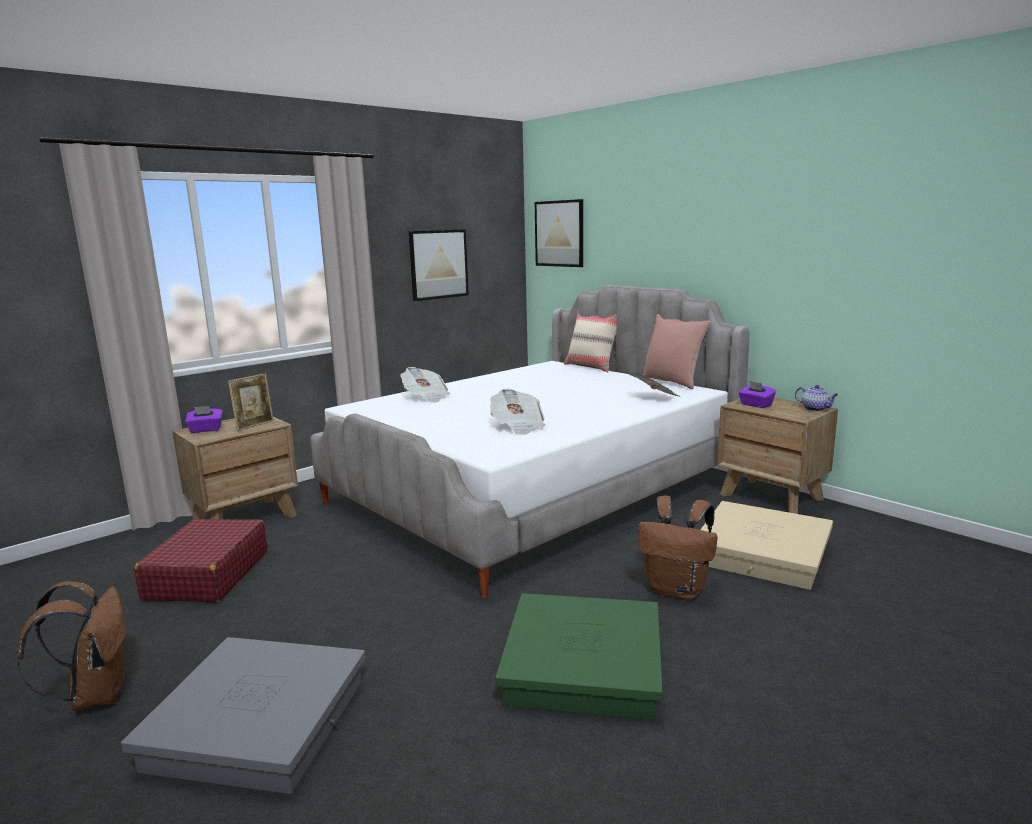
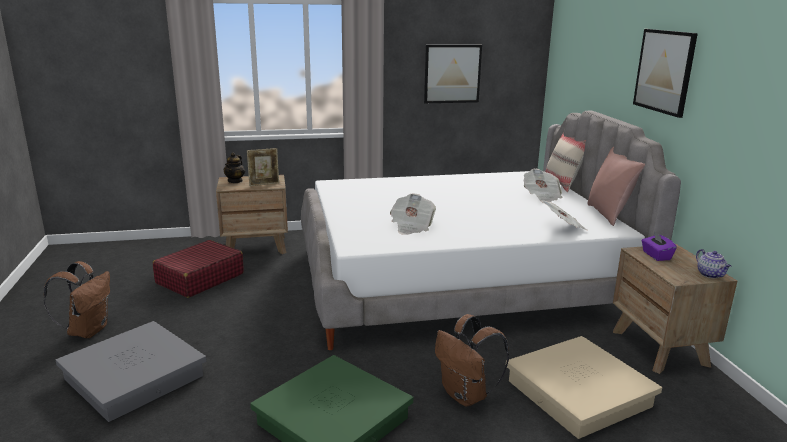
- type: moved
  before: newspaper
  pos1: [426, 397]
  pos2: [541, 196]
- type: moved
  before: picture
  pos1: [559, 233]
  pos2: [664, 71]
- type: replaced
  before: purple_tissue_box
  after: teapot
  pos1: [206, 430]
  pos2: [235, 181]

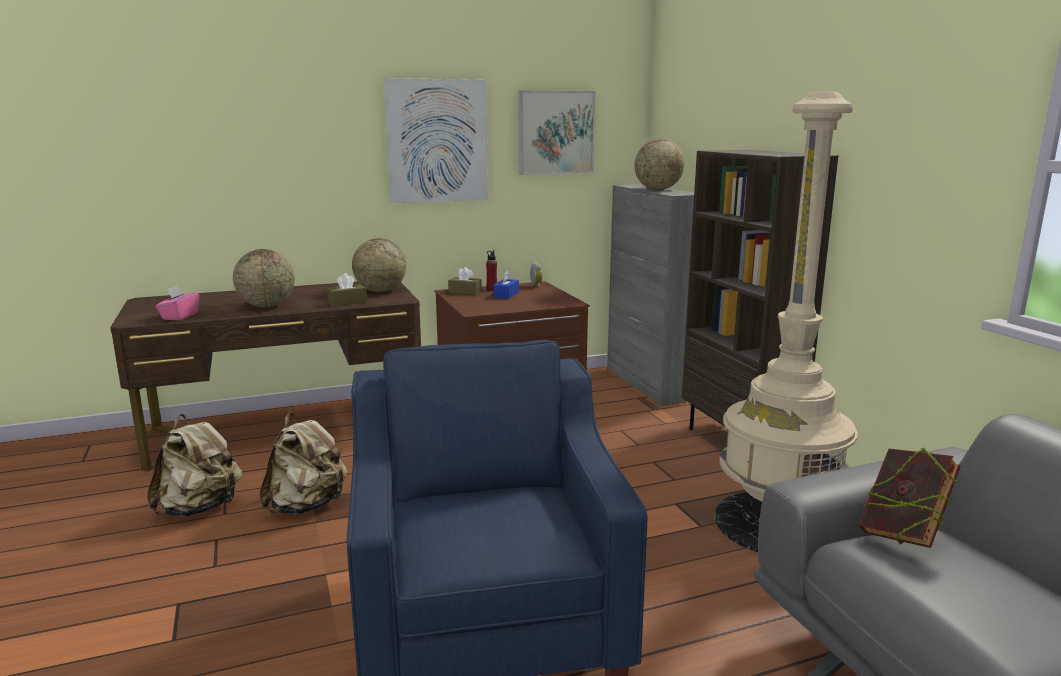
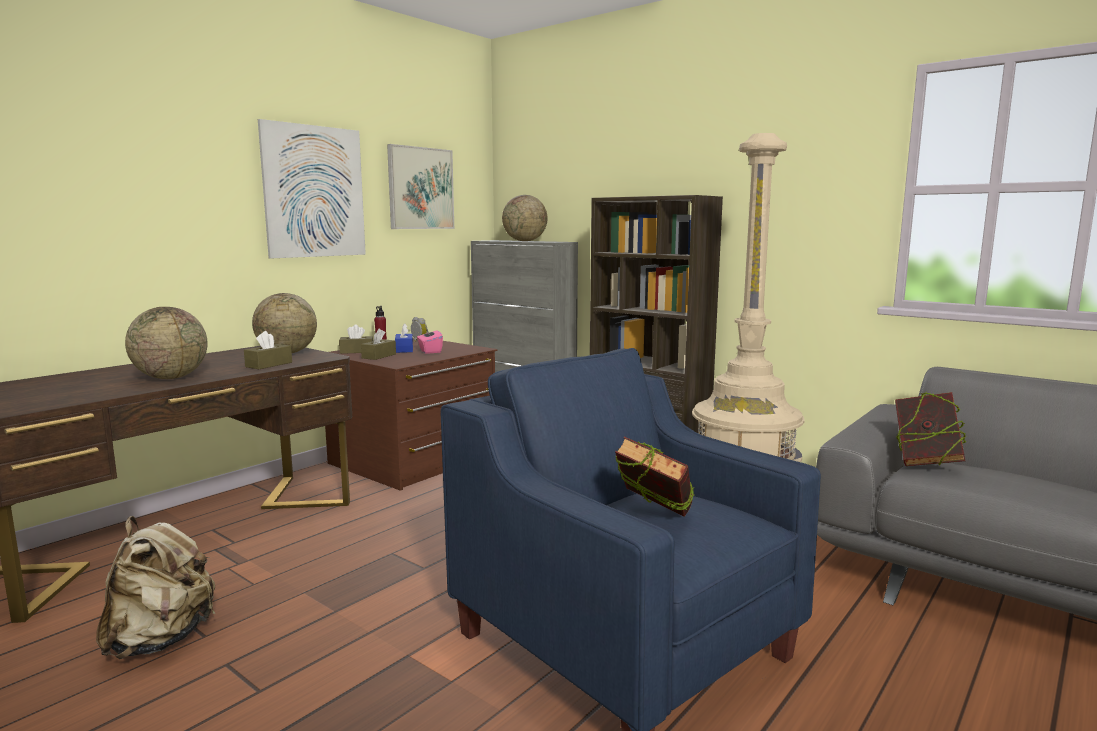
- type: removed
  before: beige_backpack
  pos1: [307, 506]
- type: added
  after: brown_tissue_box
  pos2: [379, 356]
- type: added
  after: book
  pos2: [653, 521]
- type: moved
  before: pink_tissue_box
  pos1: [179, 316]
  pos2: [430, 351]

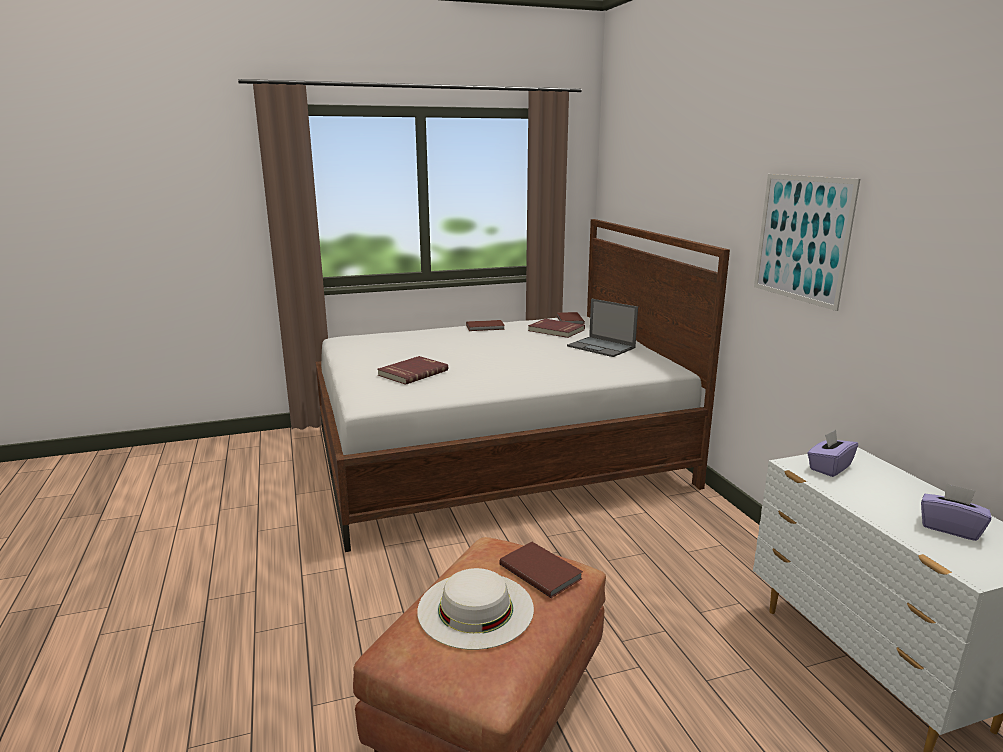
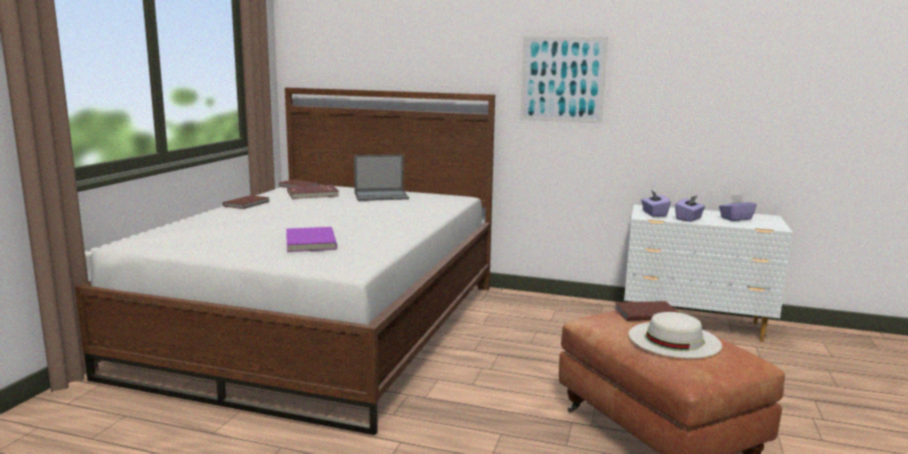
- type: added
  after: purple_tissue_box
  pos2: [689, 219]
- type: recoloured
  before: red_book
  after: purple_book
  pos1: [412, 372]
  pos2: [309, 242]

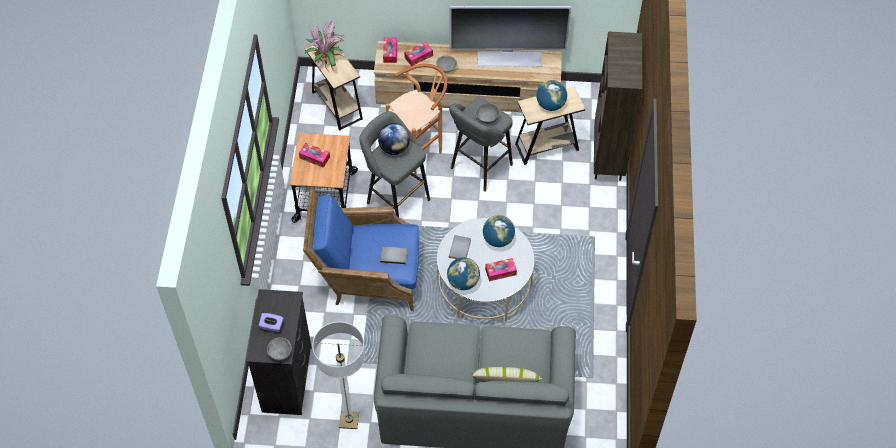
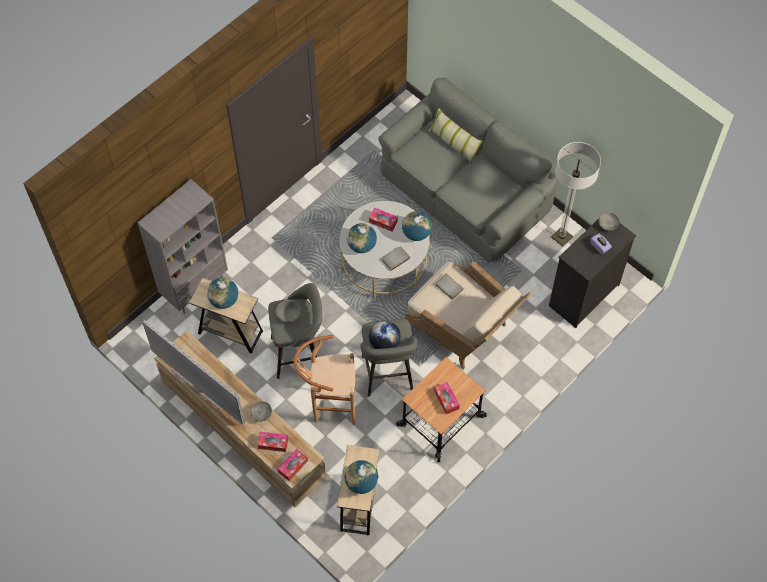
- type: replaced
  before: potted_plant
  after: globe
  pos1: [326, 60]
  pos2: [361, 483]
- type: recoloured
  before: blue_armchair
  after: beige_armchair
  pos1: [367, 275]
  pos2: [463, 330]
- type: recoloured
  before: brown_bookcase
  after: grey_bookcase
  pos1: [609, 158]
  pos2: [195, 288]

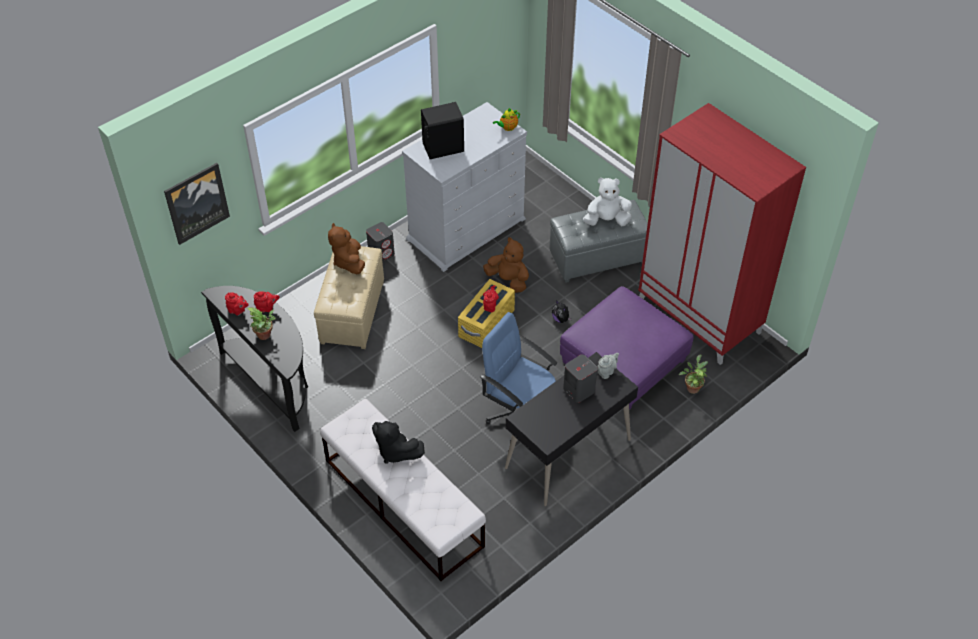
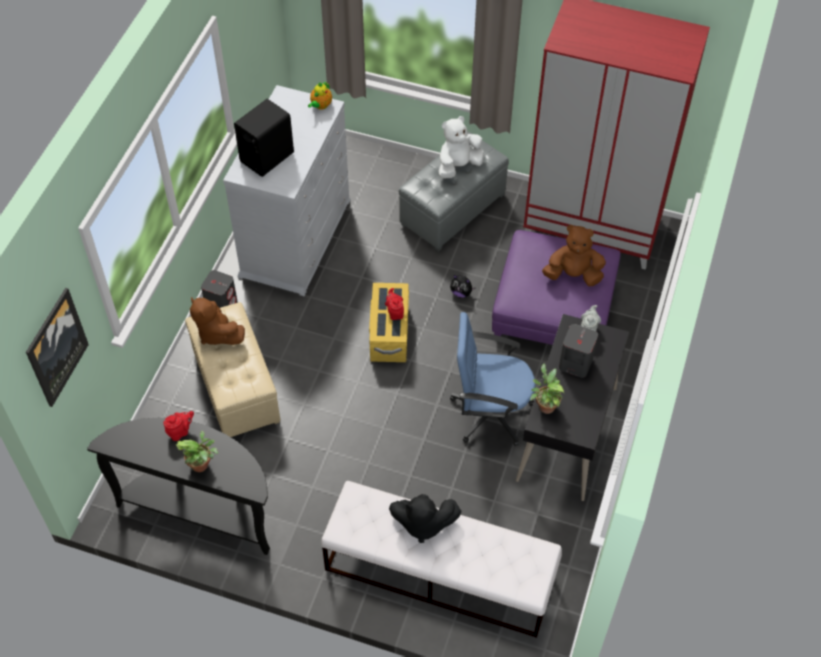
- type: removed
  before: red_teapot
  pos1: [238, 311]
- type: moved
  before: brown_plush_toy
  pos1: [508, 280]
  pos2: [573, 275]
- type: moved
  before: potted_plant
  pos1: [692, 387]
  pos2: [545, 405]

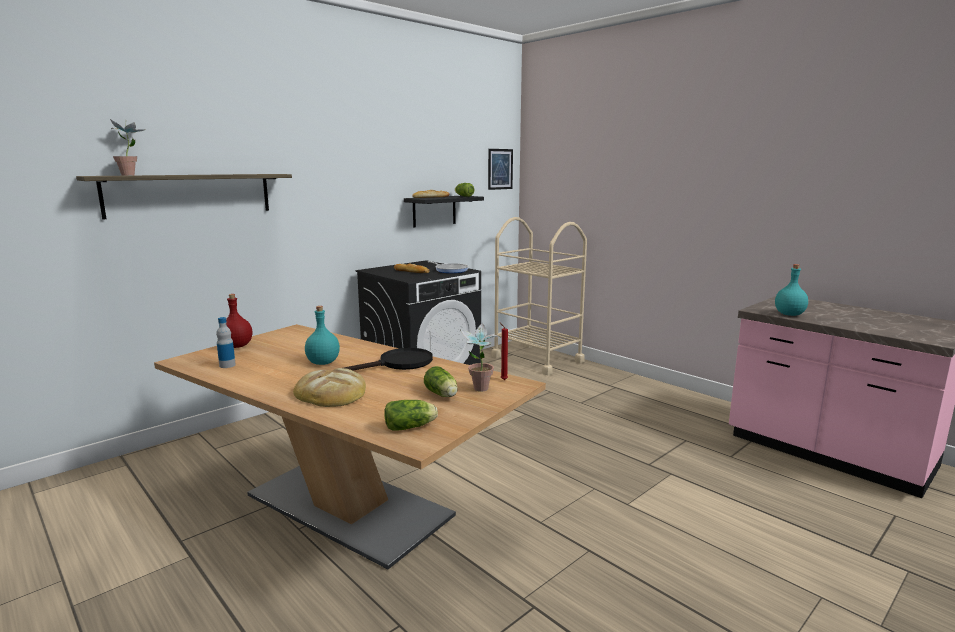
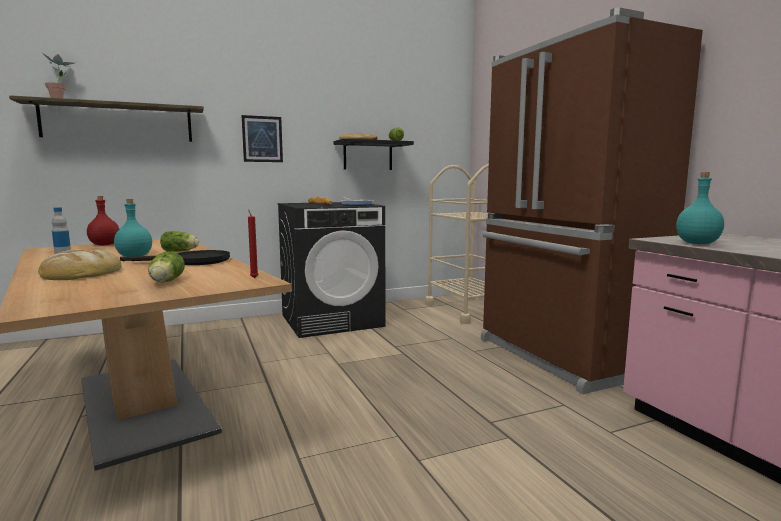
- type: removed
  before: potted_plant
  pos1: [479, 391]
- type: added
  after: brown_fridge
  pos2: [561, 357]
- type: moved
  before: lettuce
  pos1: [411, 427]
  pos2: [181, 251]
- type: moved
  before: picture
  pos1: [500, 169]
  pos2: [262, 139]

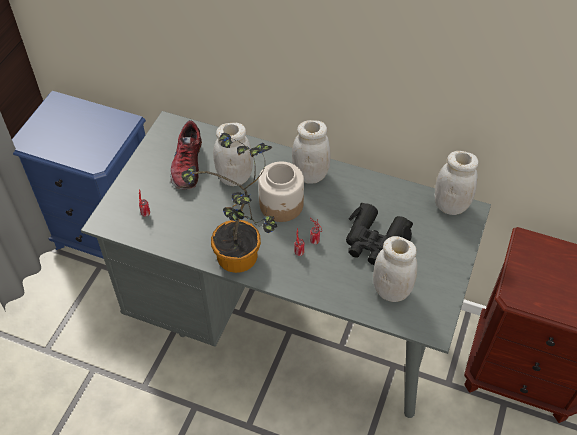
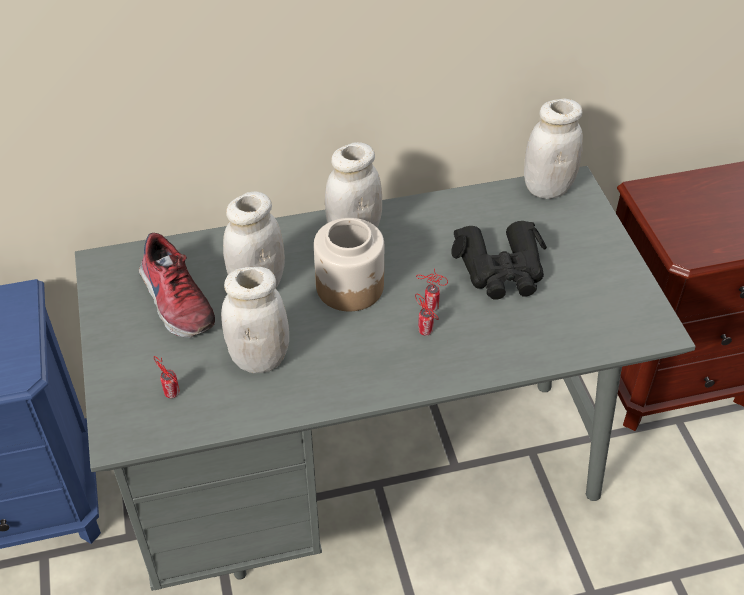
- type: removed
  before: potted_plant
  pos1: [241, 260]
- type: moved
  before: white_jar
  pos1: [391, 290]
  pos2: [259, 358]

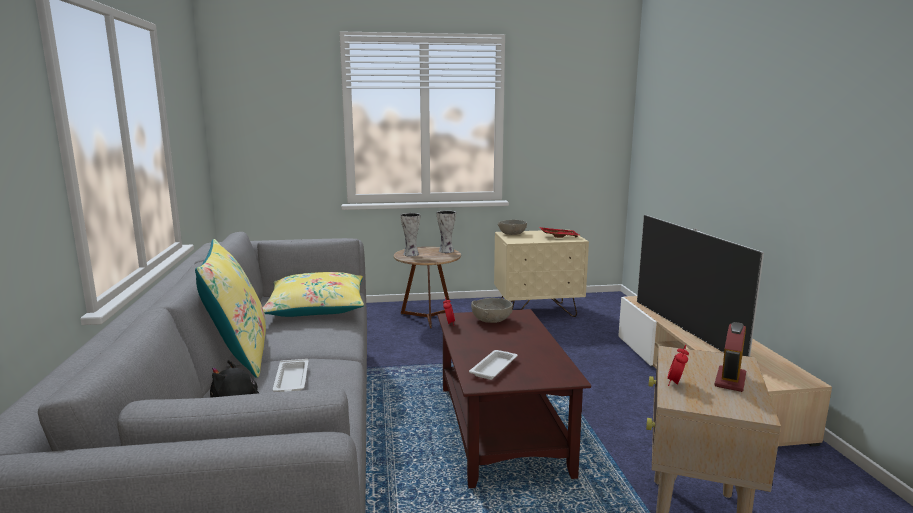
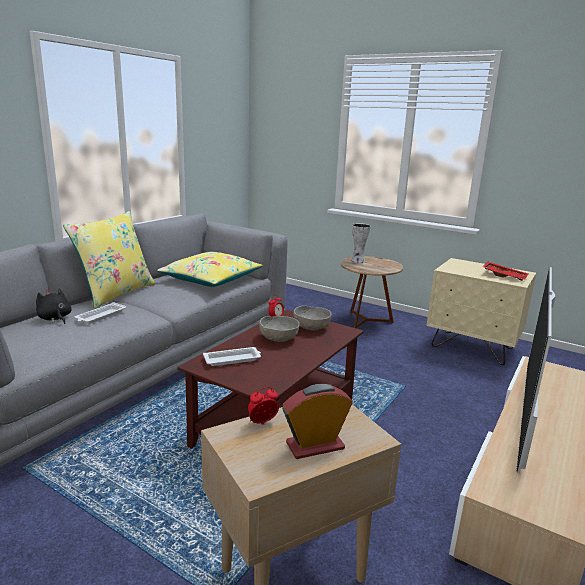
- type: removed
  before: vase
  pos1: [446, 251]
- type: moved
  before: grey_bowl
  pos1: [512, 234]
  pos2: [279, 338]

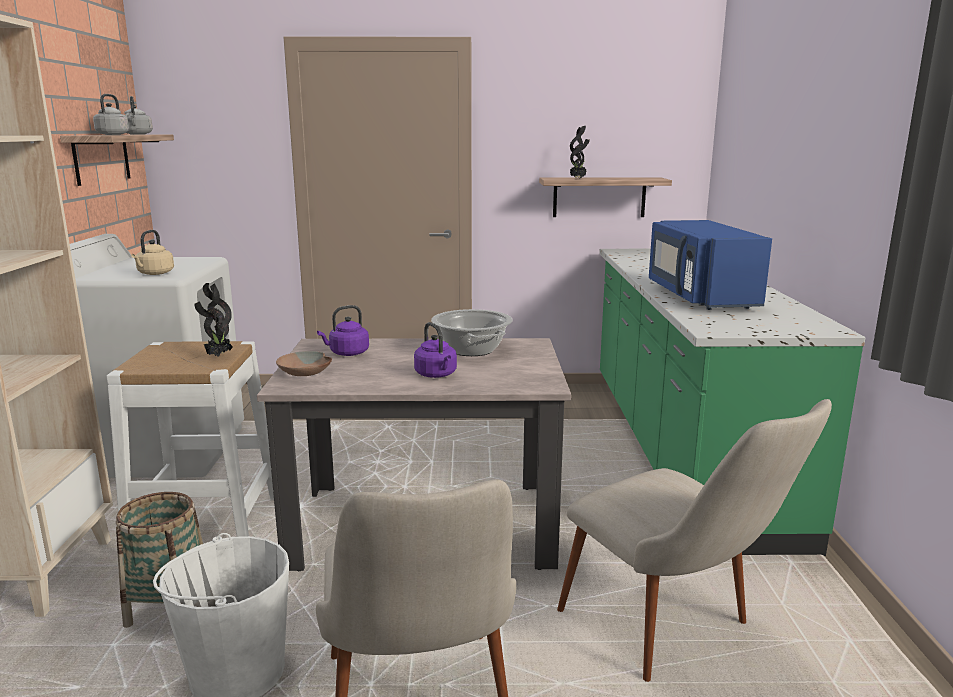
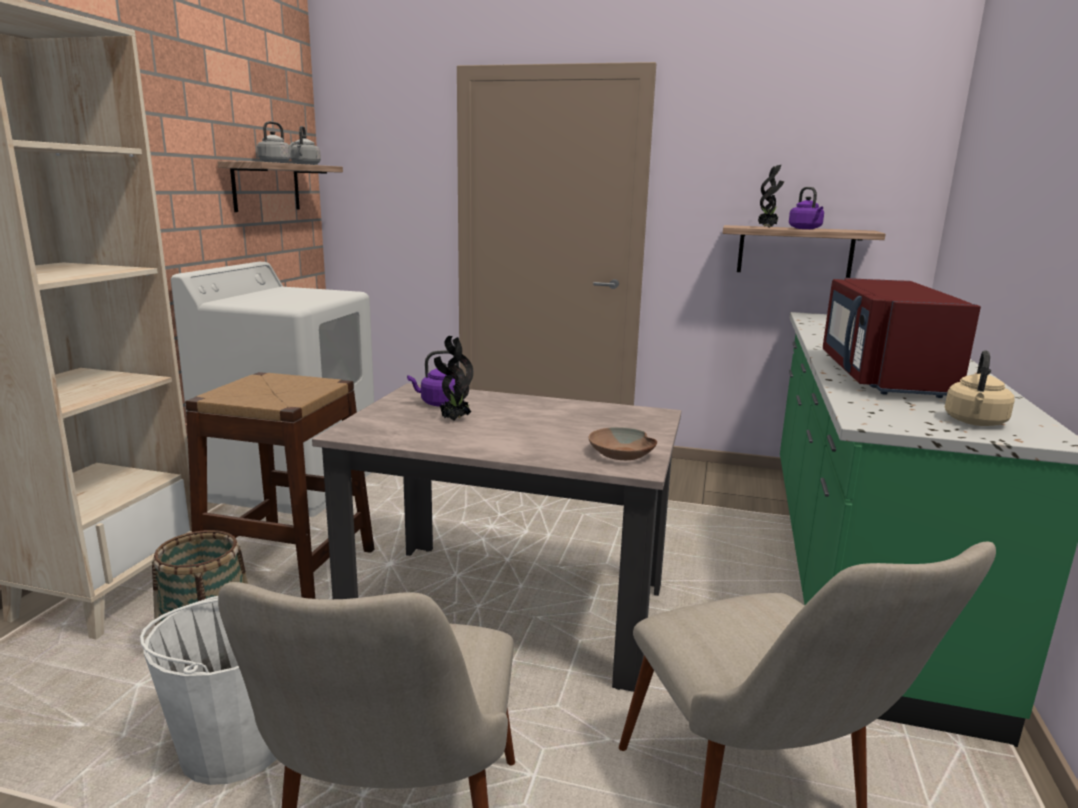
- type: removed
  before: cooking_pot
  pos1: [472, 350]
- type: moved
  before: beige_kettle
  pos1: [154, 273]
  pos2: [974, 422]
- type: moved
  before: potted_plant
  pos1: [218, 356]
  pos2: [454, 420]
- type: moved
  before: brown_bowl
  pos1: [305, 371]
  pos2: [621, 454]
- type: moved
  before: purple_kettle
  pos1: [436, 375]
  pos2: [806, 229]
- type: recoloured
  before: white_stool
  after: brown_stool
  pos1: [206, 527]
  pos2: [289, 571]
- type: recoloured
  before: blue_microwave
  after: red_microwave
  pos1: [699, 296]
  pos2: [881, 377]

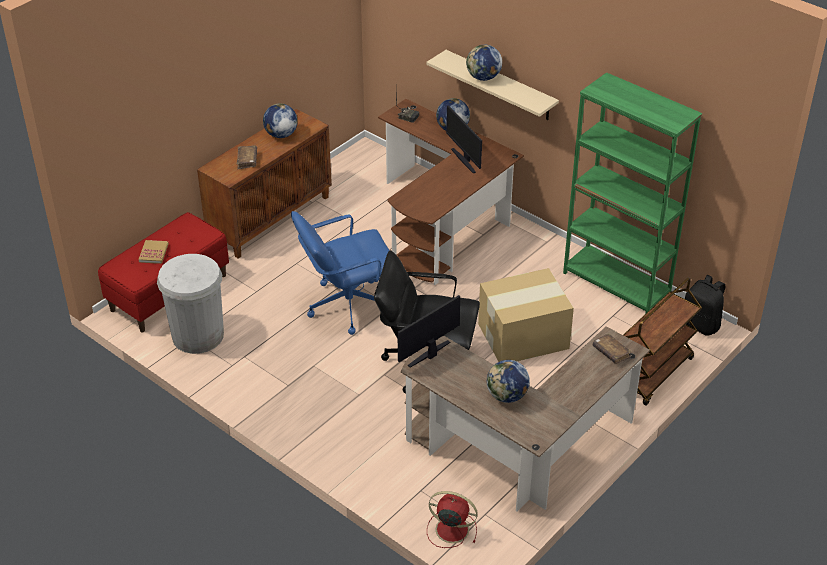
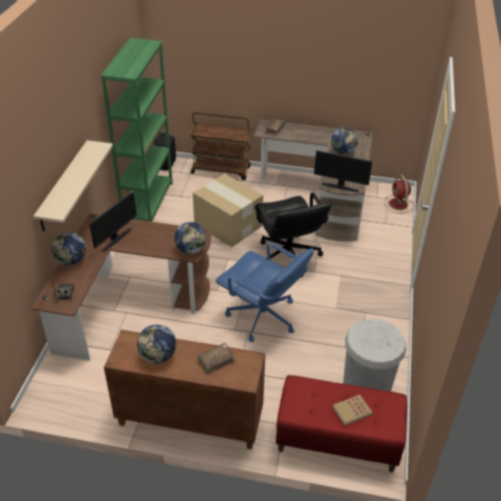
- type: moved
  before: globe
  pos1: [483, 78]
  pos2: [191, 249]

